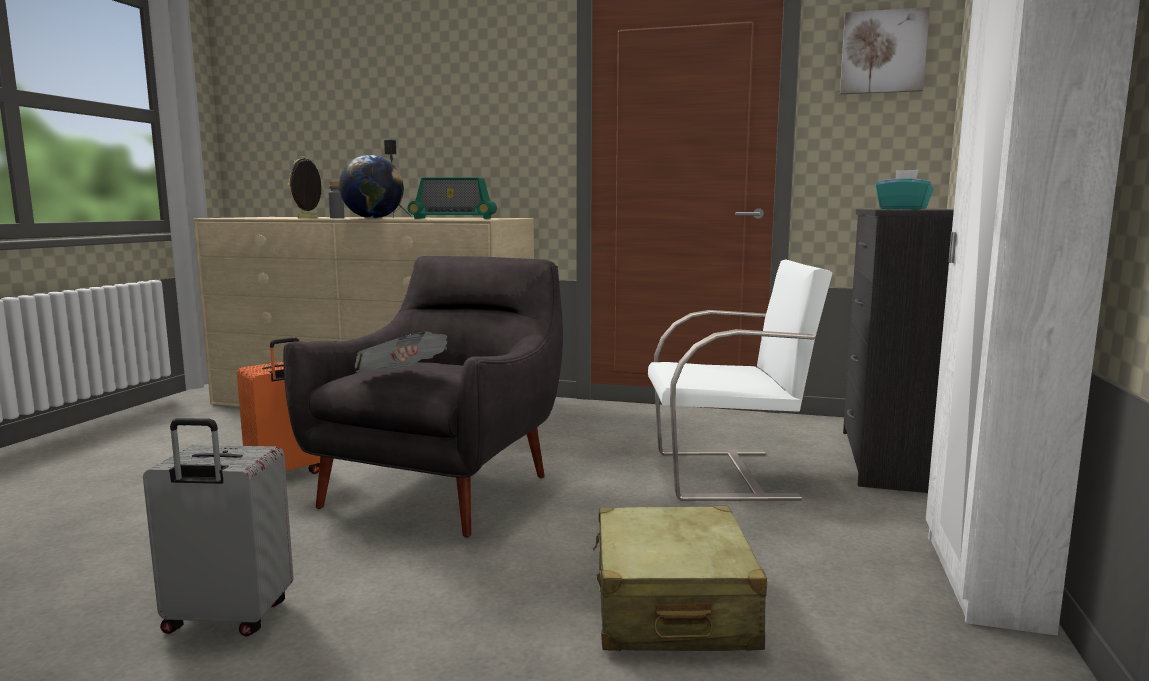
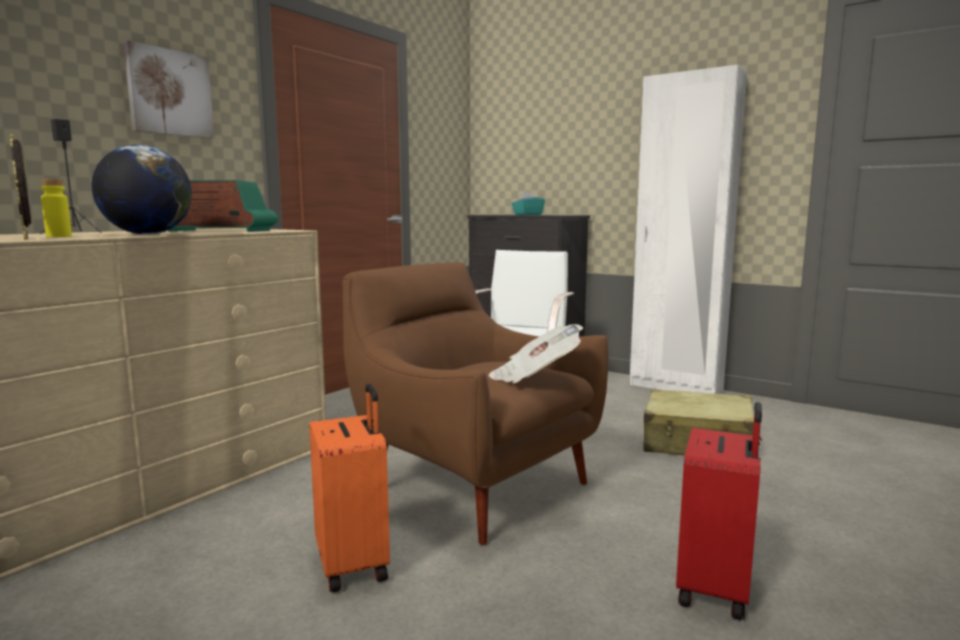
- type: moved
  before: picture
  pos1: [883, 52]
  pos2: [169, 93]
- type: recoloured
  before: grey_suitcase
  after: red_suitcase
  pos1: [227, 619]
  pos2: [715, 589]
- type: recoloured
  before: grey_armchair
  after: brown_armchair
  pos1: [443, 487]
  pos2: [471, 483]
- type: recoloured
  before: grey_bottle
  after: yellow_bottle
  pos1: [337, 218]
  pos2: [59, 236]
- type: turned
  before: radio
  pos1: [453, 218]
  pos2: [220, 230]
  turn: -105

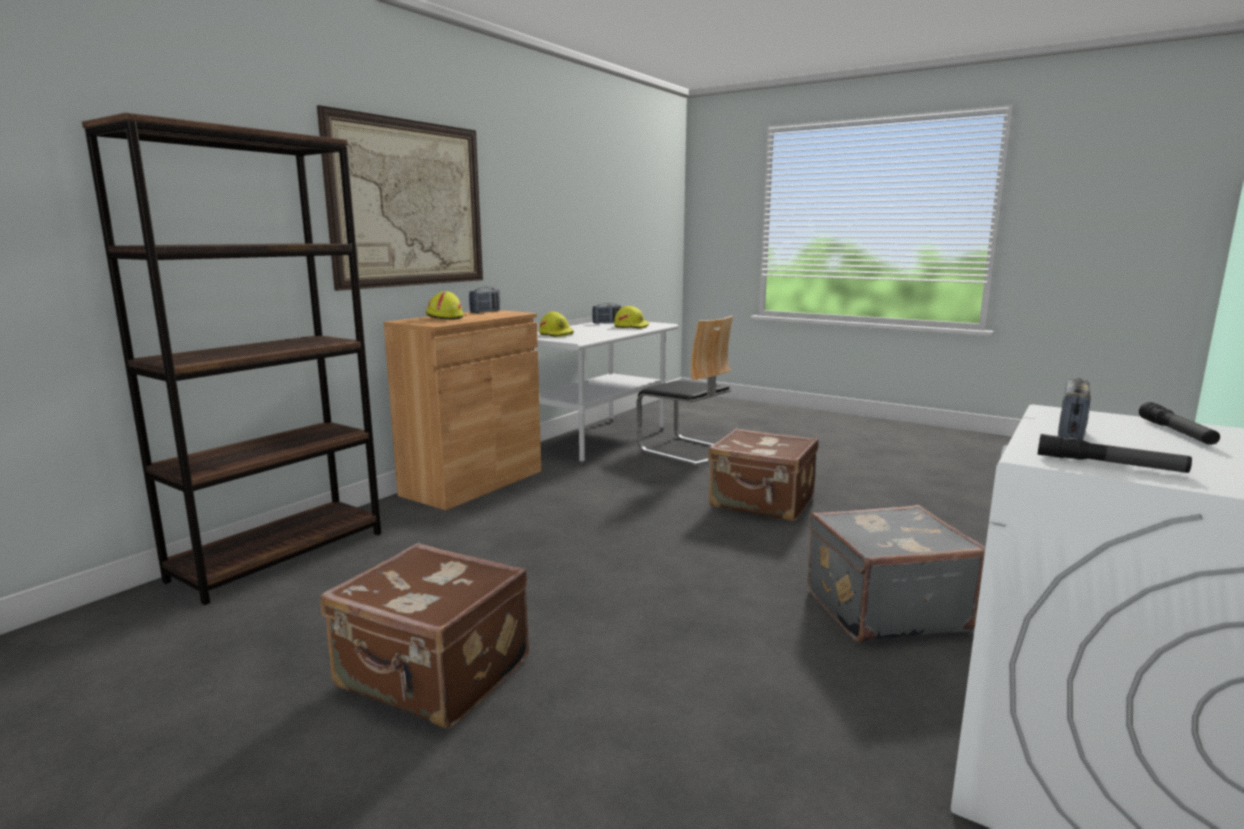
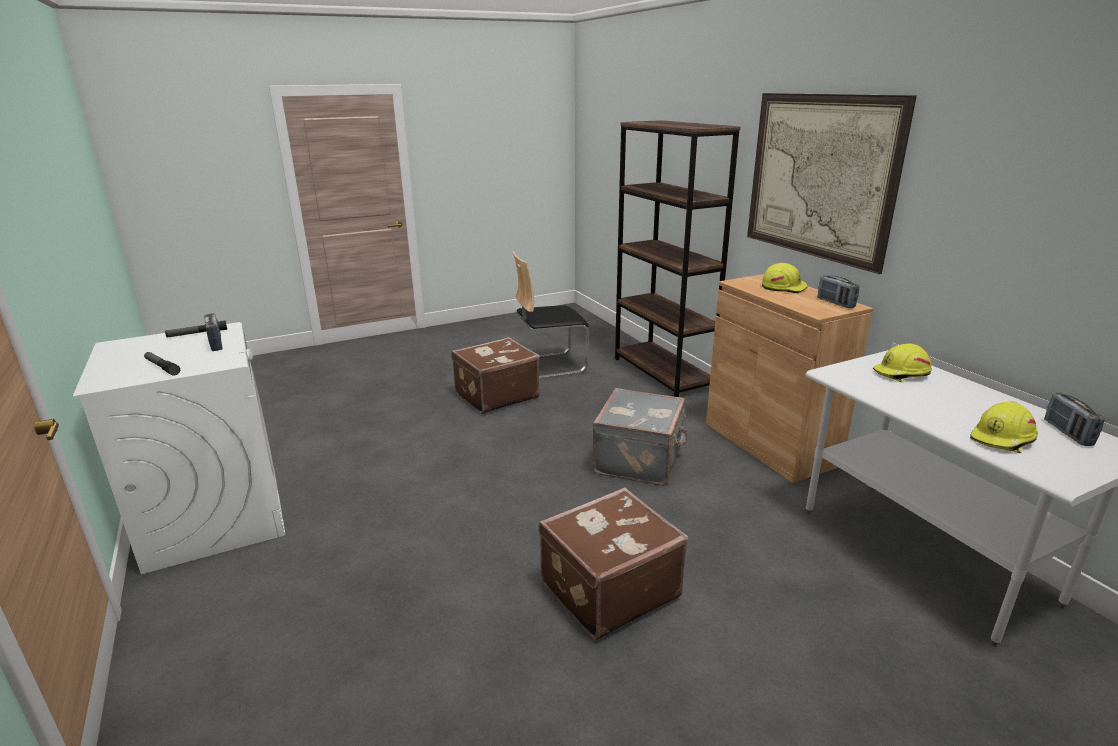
- type: moved
  before: chair
  pos1: [685, 450]
  pos2: [548, 366]
- type: moved
  before: grey_suitcase
  pos1: [882, 609]
  pos2: [640, 460]

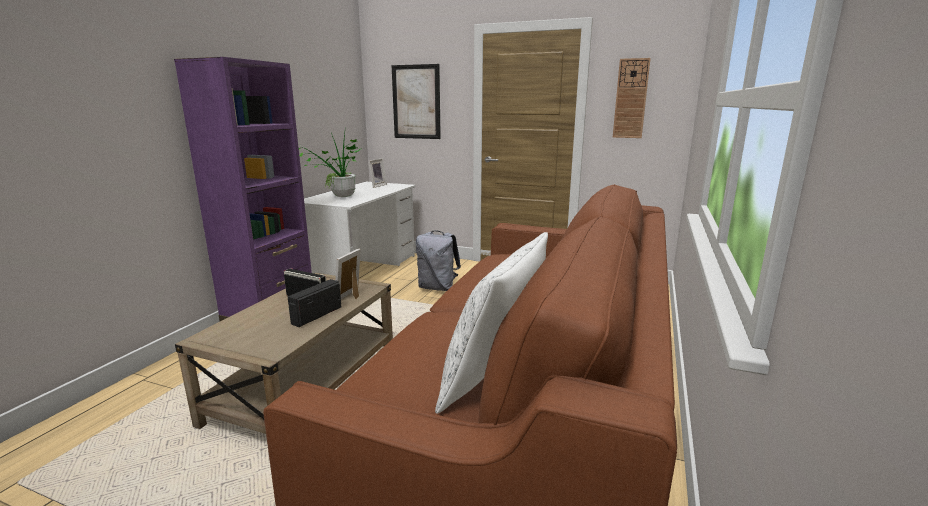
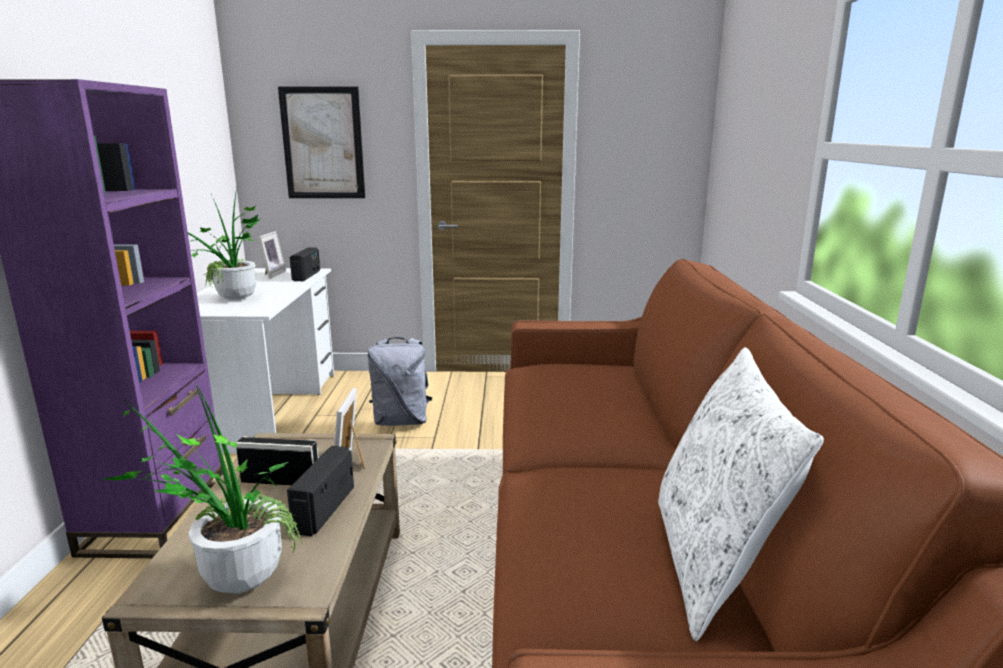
- type: removed
  before: wall_clock
  pos1: [631, 99]
- type: added
  after: potted_plant
  pos2: [228, 578]
- type: added
  after: radio
  pos2: [307, 276]

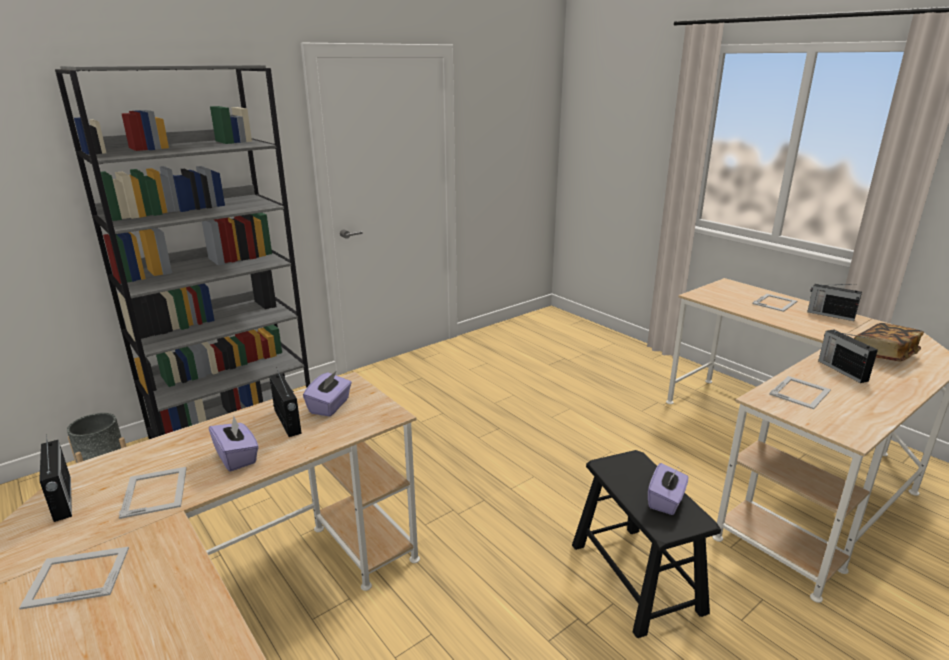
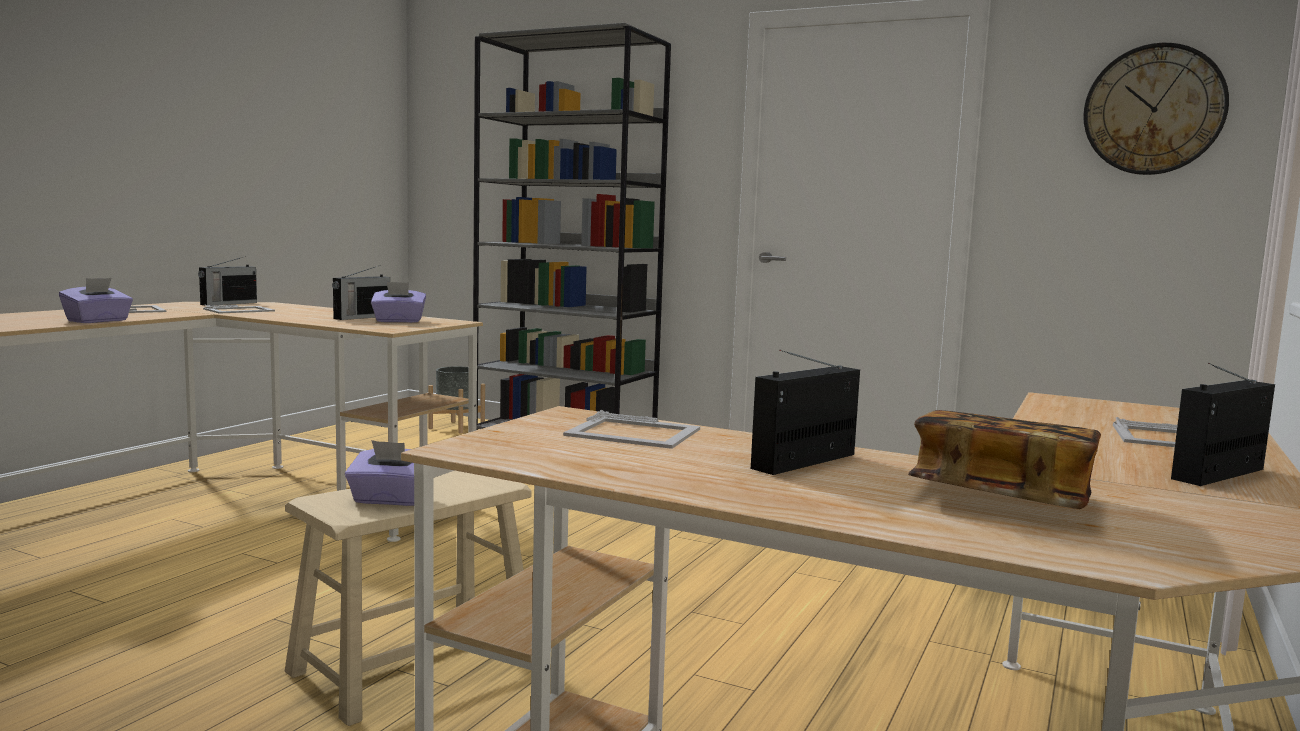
- type: added
  after: wall_clock
  pos2: [1153, 110]
- type: moved
  before: purple_tissue_box
  pos1: [237, 457]
  pos2: [98, 321]
- type: recoloured
  before: black_stool
  after: beige_stool
  pos1: [636, 577]
  pos2: [414, 663]
- type: turned
  before: radio
  pos1: [829, 315]
  pos2: [1220, 474]
  turn: 45

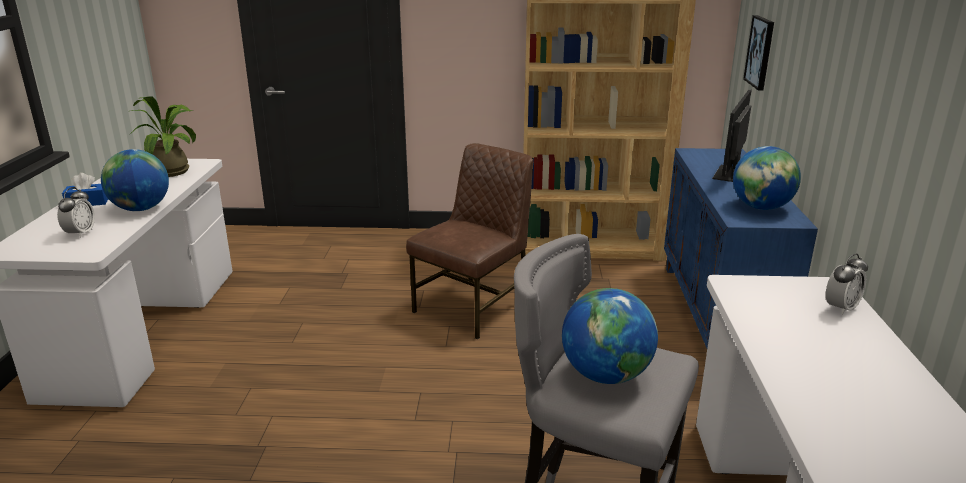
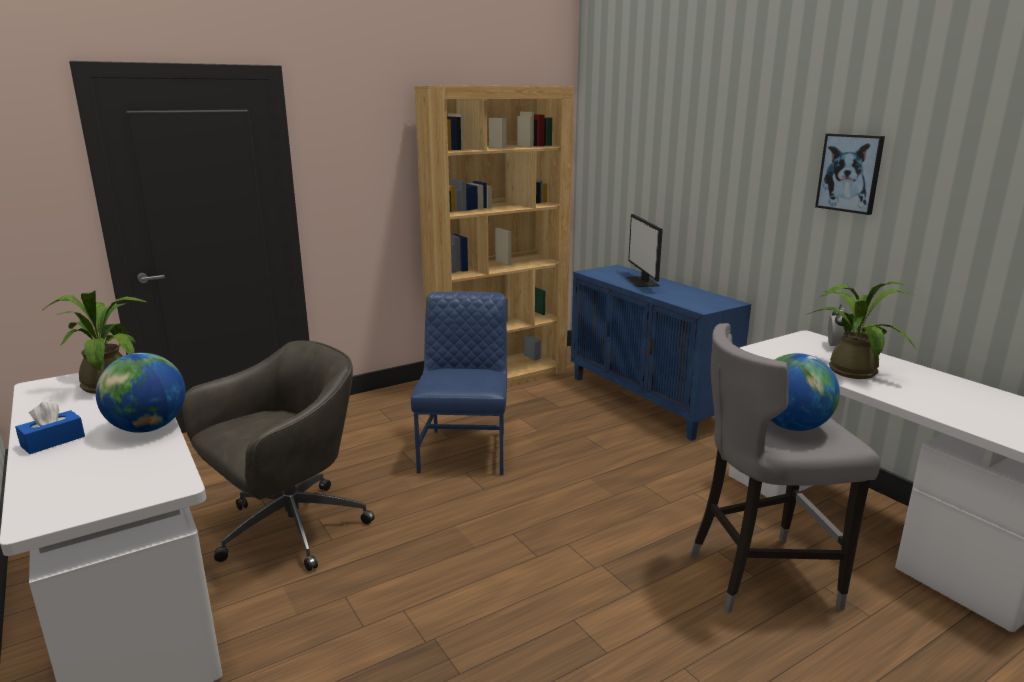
- type: removed
  before: alarm_clock
  pos1: [80, 233]
- type: removed
  before: globe
  pos1: [761, 207]
- type: added
  after: grey_office_chair
  pos2: [288, 530]
- type: added
  after: potted_plant
  pos2: [850, 369]
- type: moved
  before: picture
  pos1: [760, 52]
  pos2: [850, 173]
- type: recoloured
  before: brown_chair
  after: blue_chair
  pos1: [473, 306]
  pos2: [465, 450]

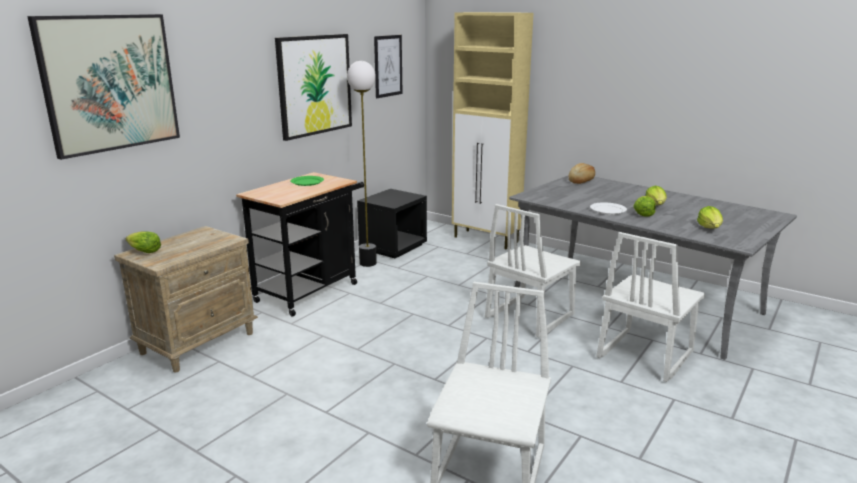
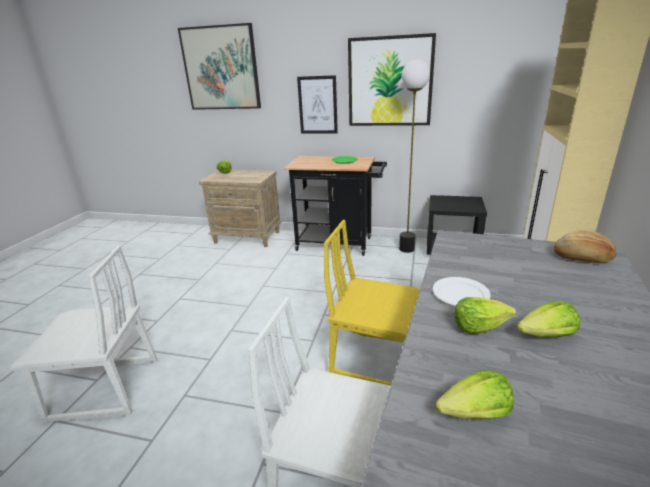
- type: moved
  before: picture
  pos1: [388, 66]
  pos2: [317, 105]
- type: recoloured
  before: white_chair
  after: yellow_chair
  pos1: [528, 316]
  pos2: [376, 358]

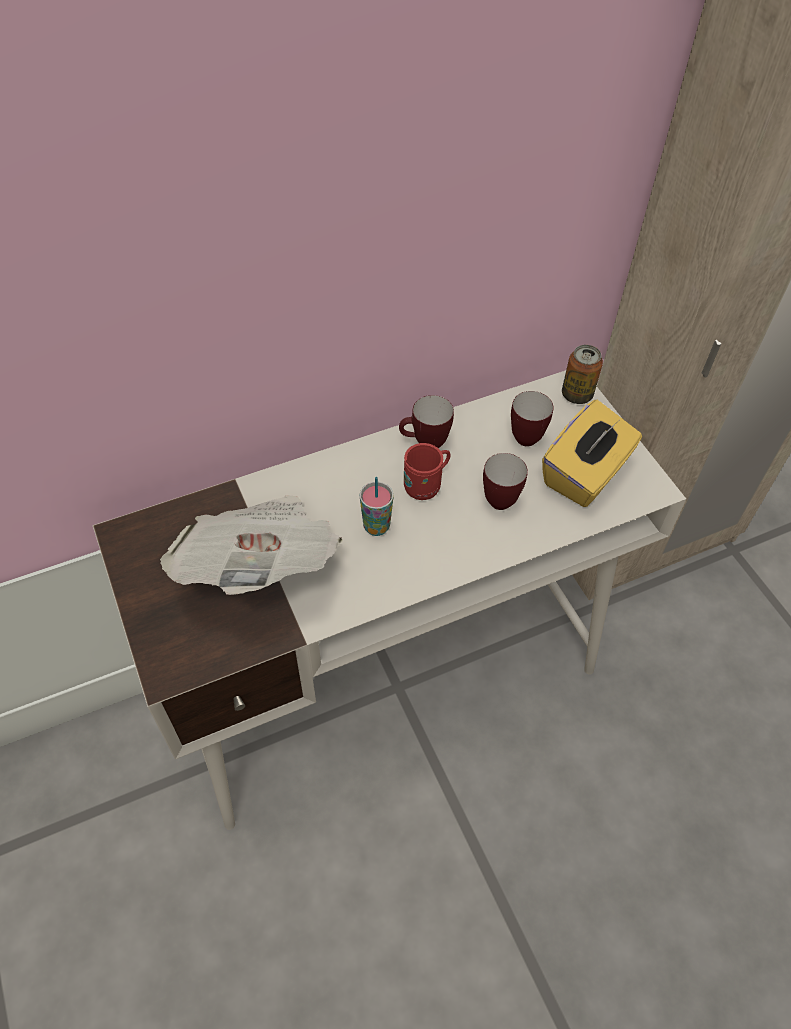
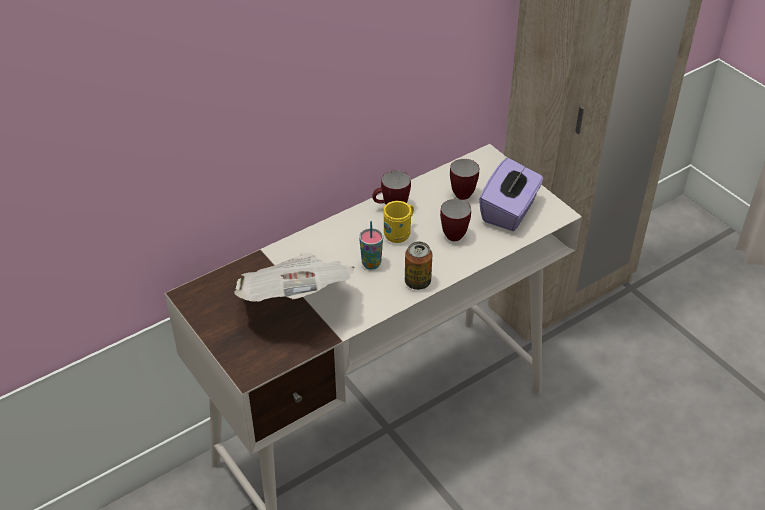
- type: moved
  before: can
  pos1: [577, 395]
  pos2: [417, 282]
- type: recoloured
  before: red_mug
  after: yellow_mug
  pos1: [426, 485]
  pos2: [399, 233]
- type: recoloured
  before: yellow_tissue_box
  after: purple_tissue_box
  pos1: [585, 474]
  pos2: [509, 211]

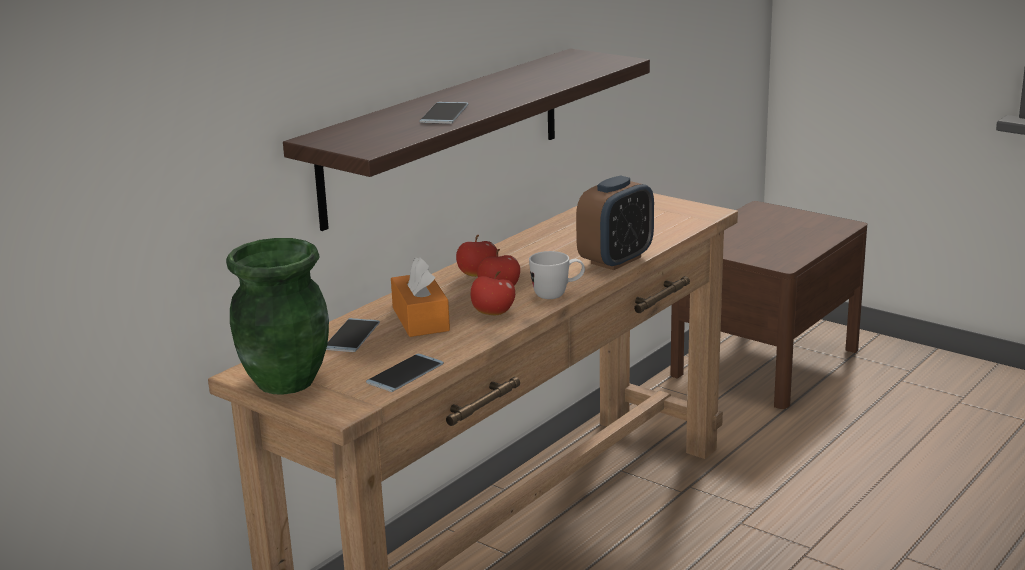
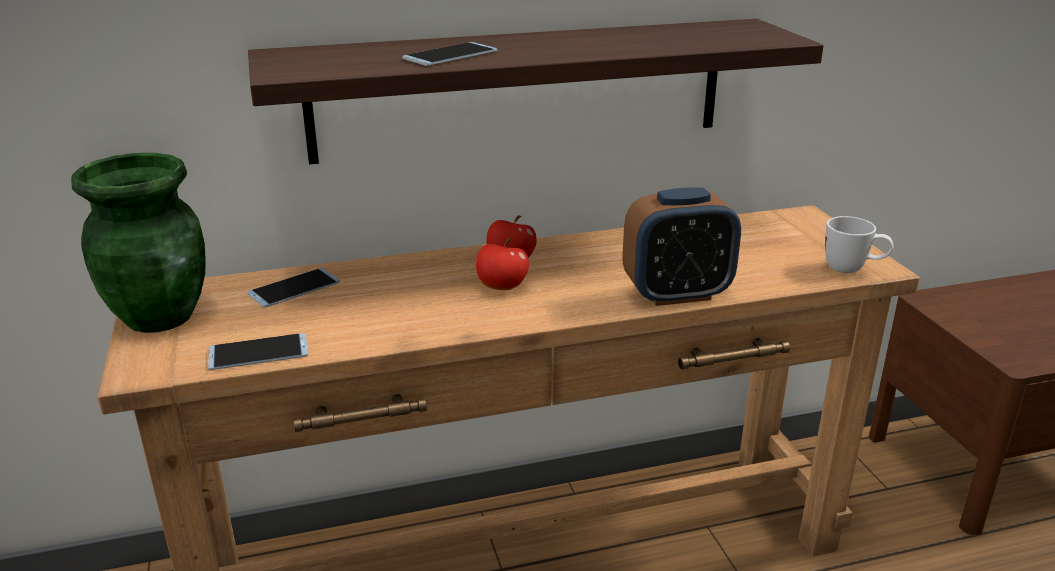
- type: removed
  before: orange_tissue_box
  pos1: [420, 319]
- type: removed
  before: apple
  pos1: [492, 313]
- type: moved
  before: white_mug
  pos1: [557, 295]
  pos2: [853, 270]

